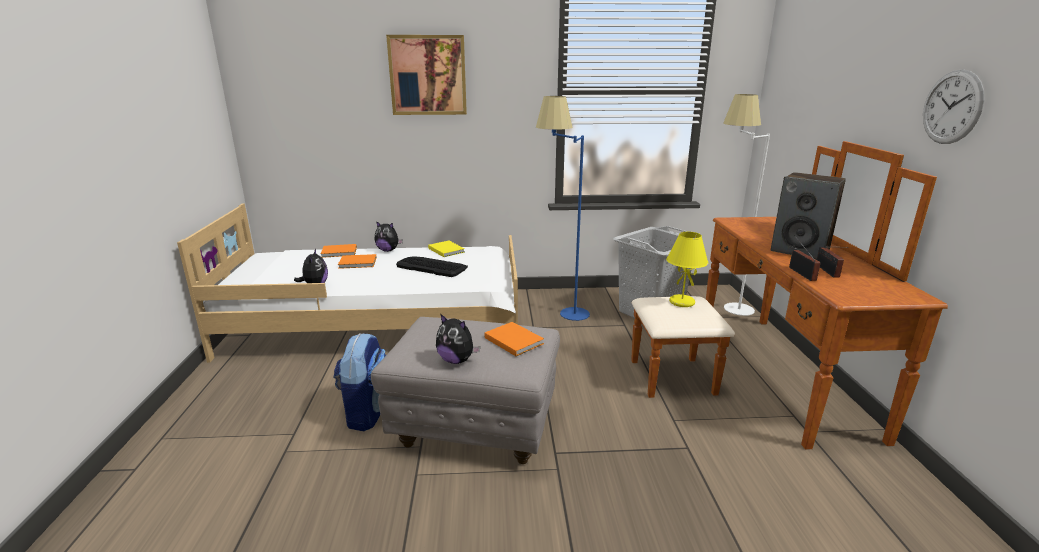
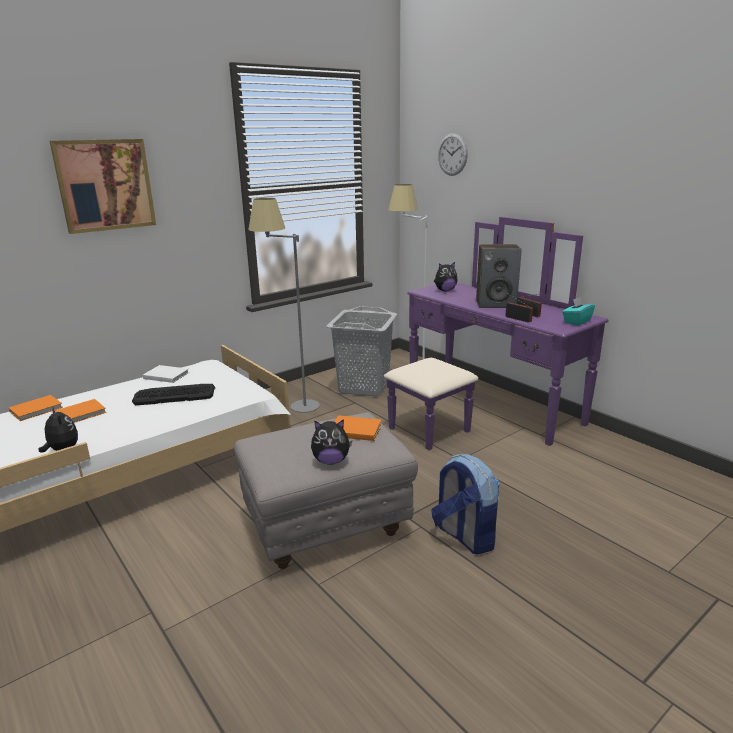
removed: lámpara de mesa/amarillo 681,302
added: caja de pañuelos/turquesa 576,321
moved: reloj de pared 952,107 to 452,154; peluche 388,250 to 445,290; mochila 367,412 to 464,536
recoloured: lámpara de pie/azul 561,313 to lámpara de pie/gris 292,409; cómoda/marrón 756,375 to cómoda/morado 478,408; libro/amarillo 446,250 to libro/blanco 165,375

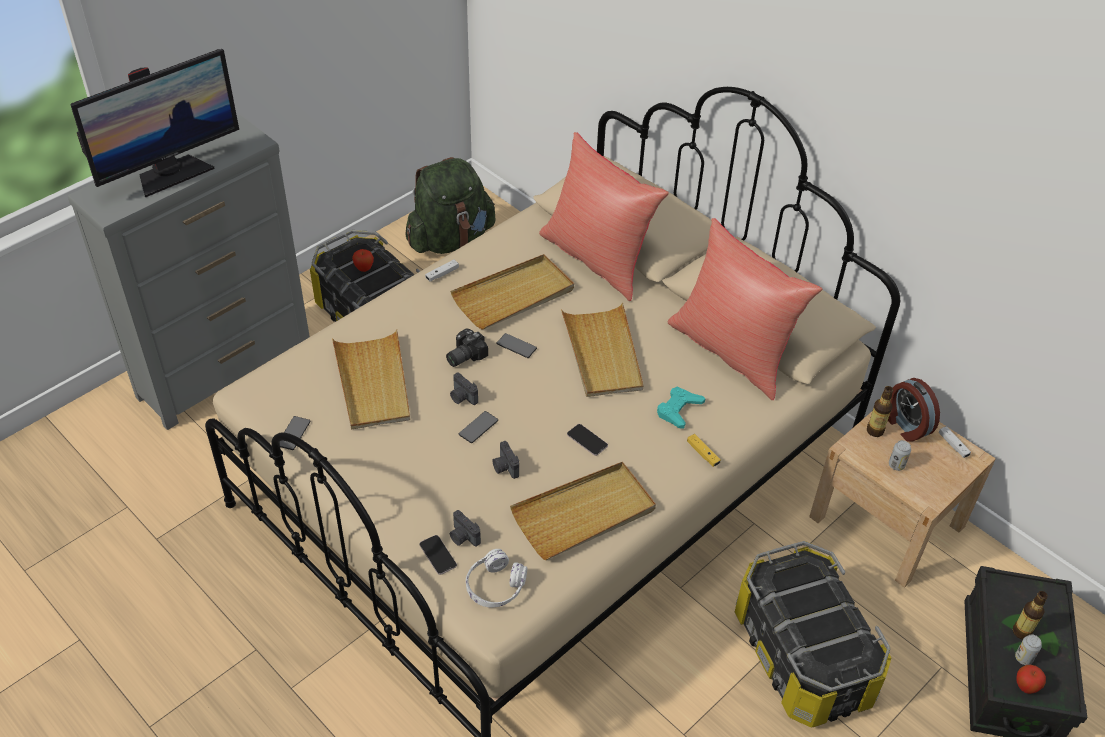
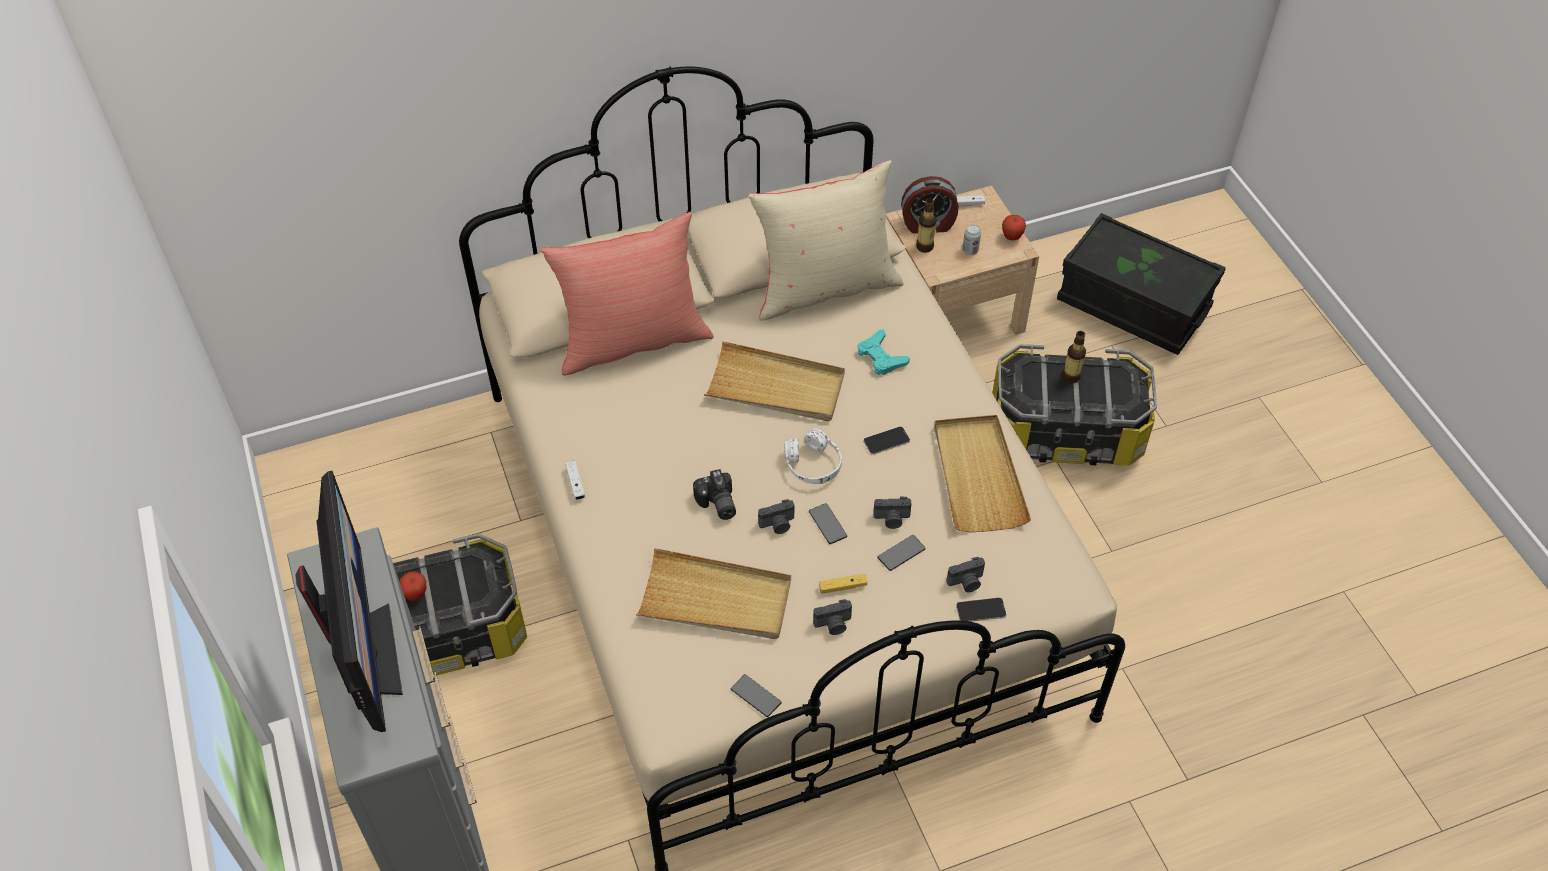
removed: mochila/verde 451,240; bandeja/beis 514,295; lata 1023,658
added: cámara 833,625
moved: móvil 516,346 to 901,553; mando de consola/amarillo 703,454 to 842,587; auriculares/blanco 495,586 to 813,465; botella 1021,632 to 1070,377; manzana 1025,687 to 1011,237
recoloured: cojín/rojo 732,351 to cojín/beis 825,287

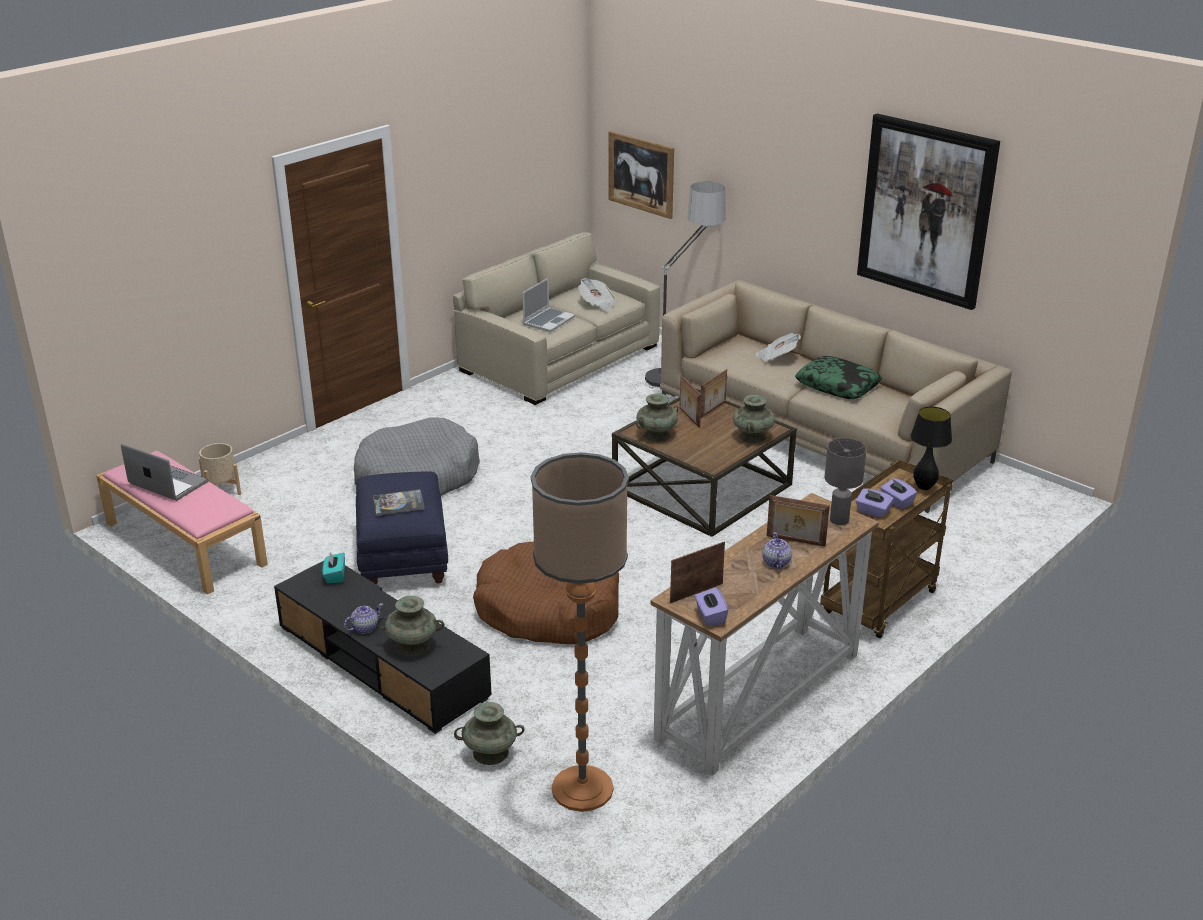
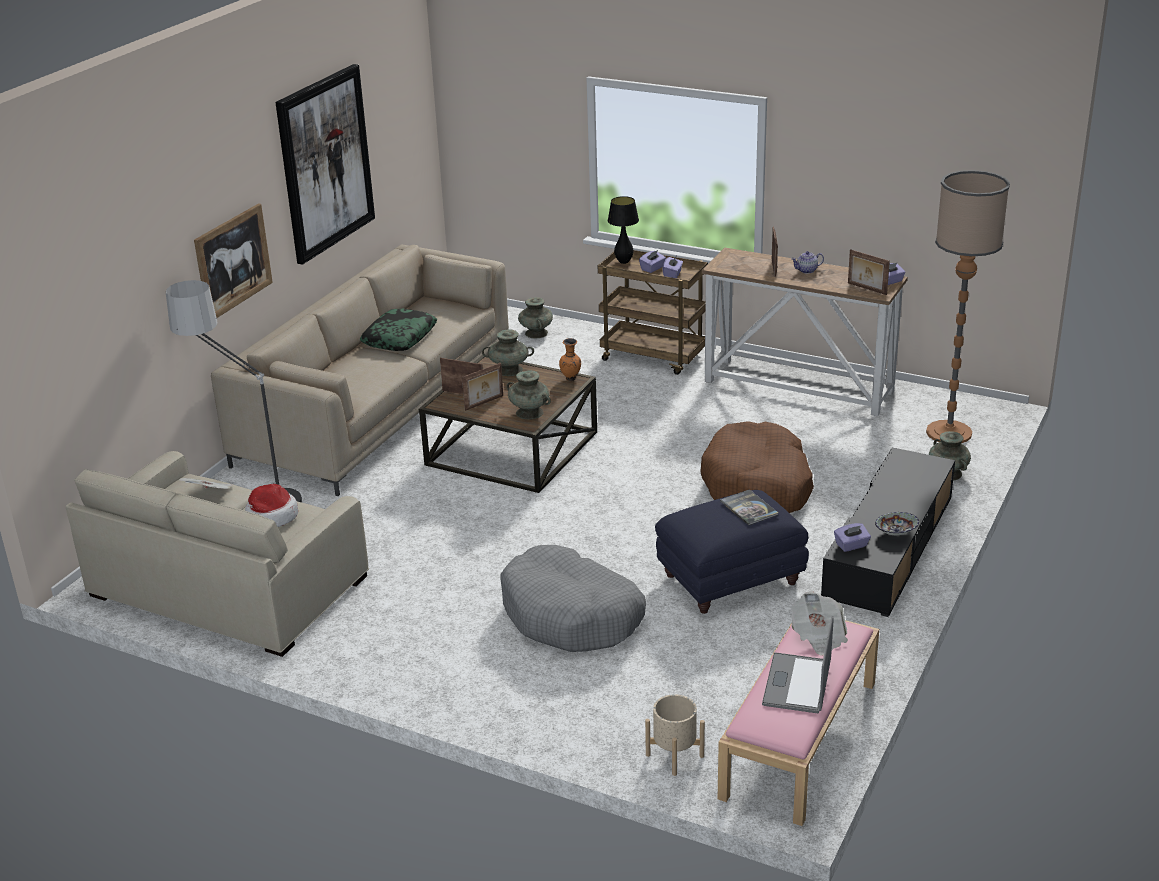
removed: lámpara de mesa/gris 838,520; tetera 365,627
added: florero/naranja 571,379; cuenco 896,533
moved: cuadro 641,174 to 233,261; periódico 776,357 to 818,636; florero/turquesa 412,645 to 536,333
replaced: portátil 548,320 to sombrero 271,517
recoloured: caja de pañuelos/turquesa 335,576 to caja de pañuelos/morado 851,545

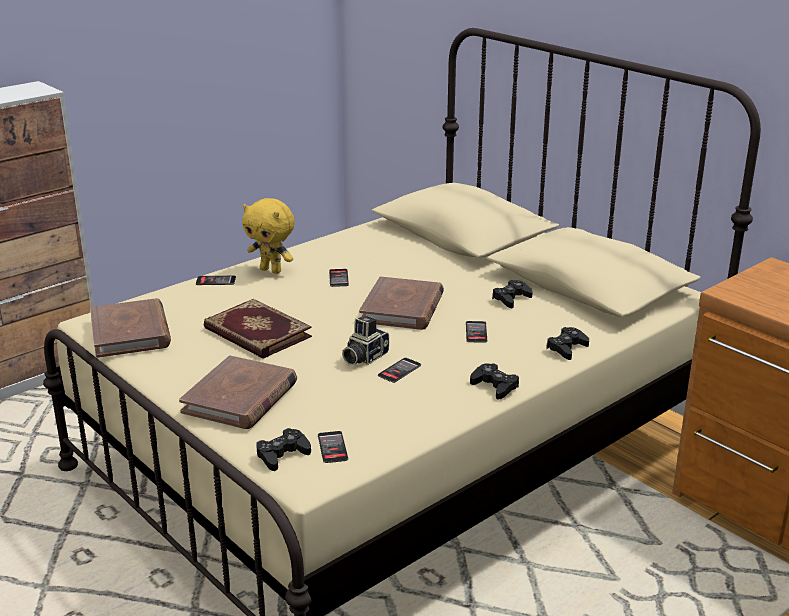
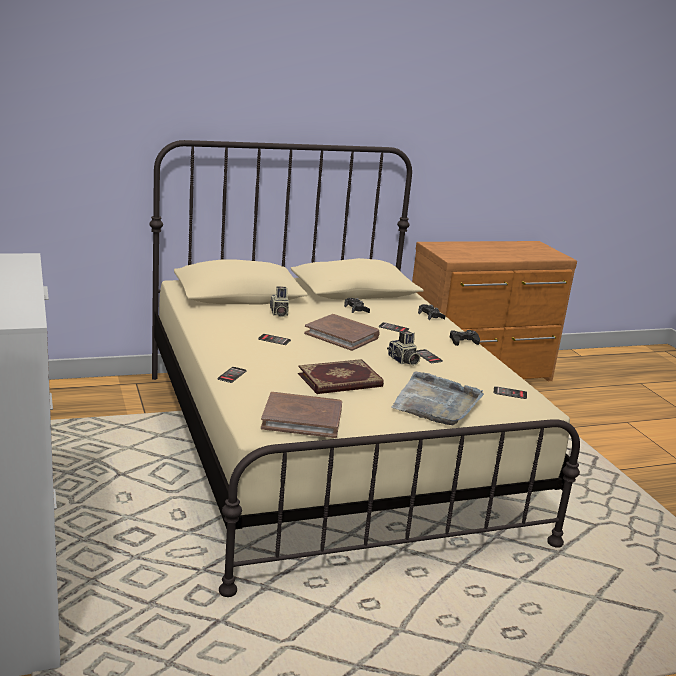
removed: peluche/amarillo 271,270; mando de consola/negro 282,455
added: cámara 278,313
replaced: libro/marrón 240,397 to bandeja/gris 436,403

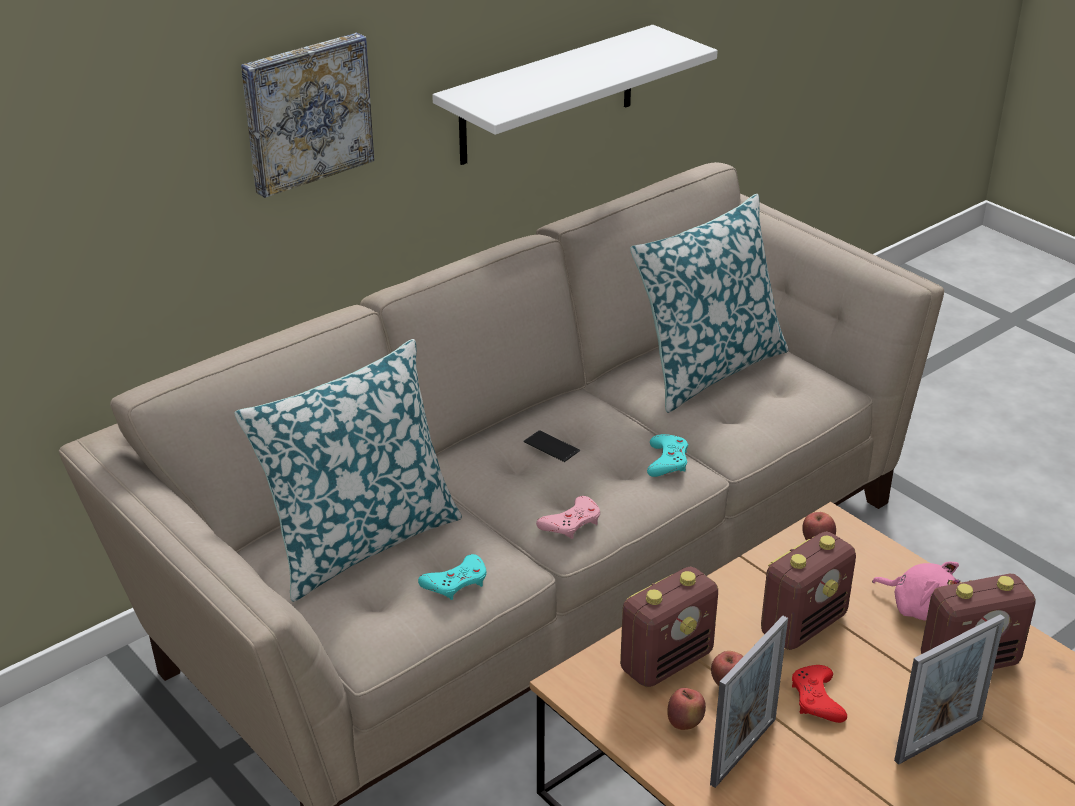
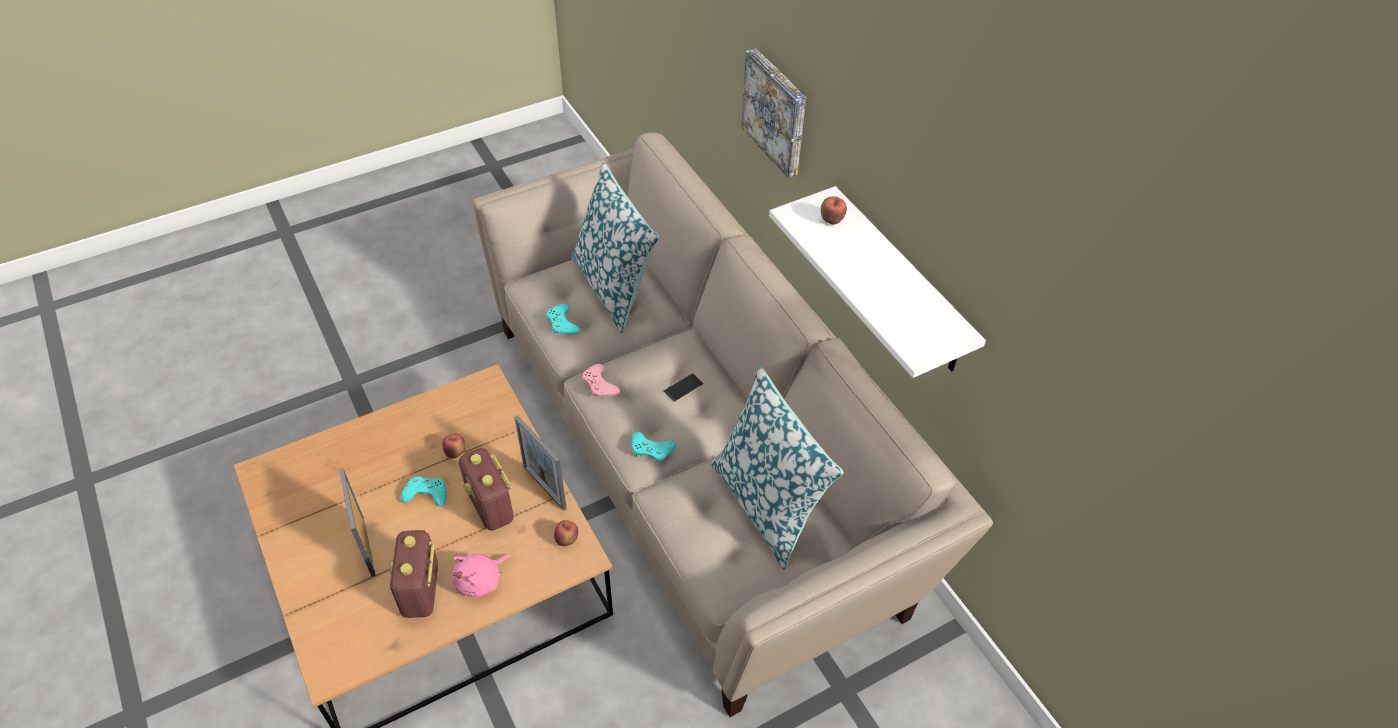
removed: radio 667,661
moved: portarretratos 743,751 to 544,487; manzana 685,723 to 831,221
recoloured: mando de consola/rojo 817,699 to mando de consola/turquesa 426,494

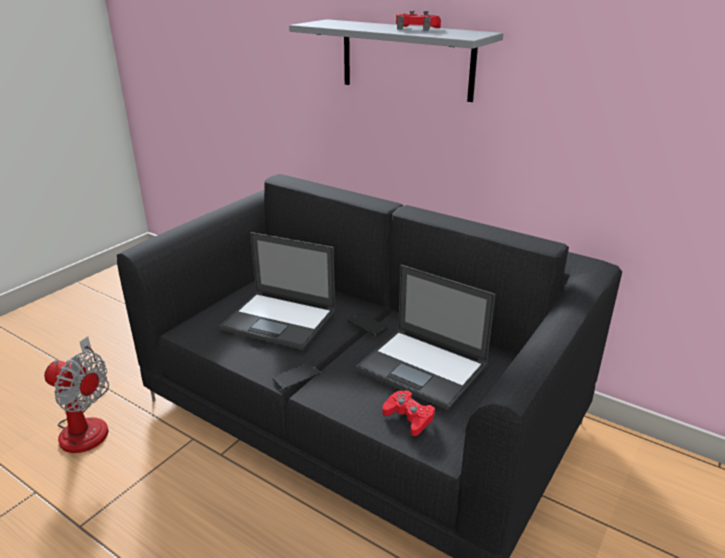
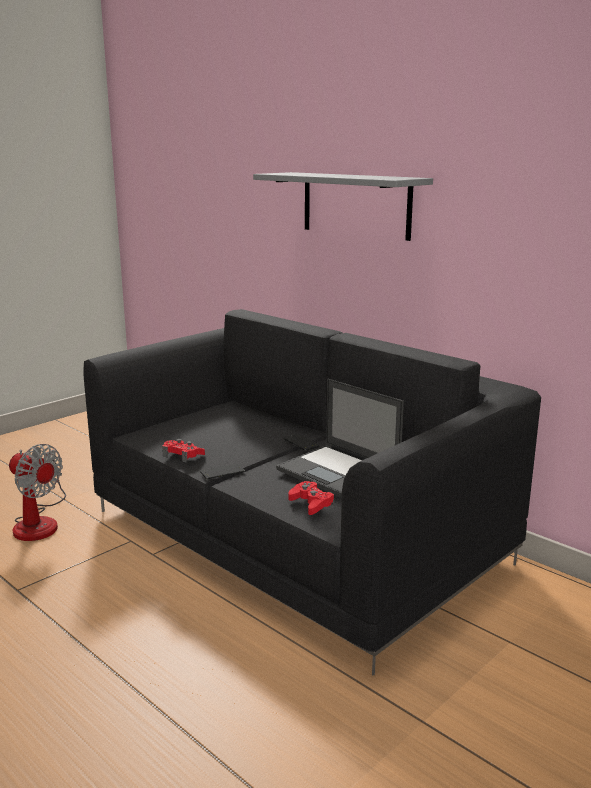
removed: portátil 280,320
moved: mando de consola/rojo 417,29 to 183,455

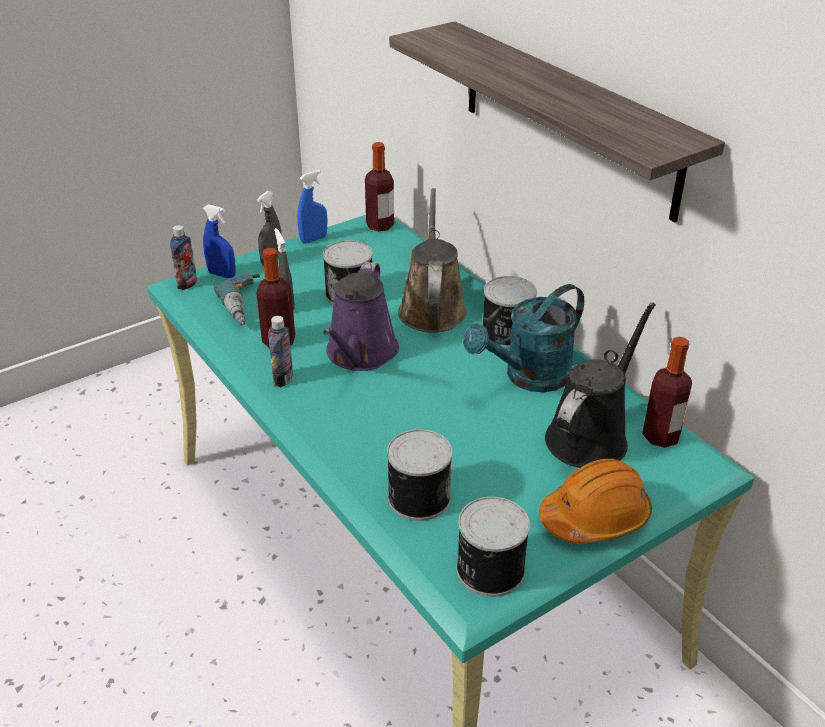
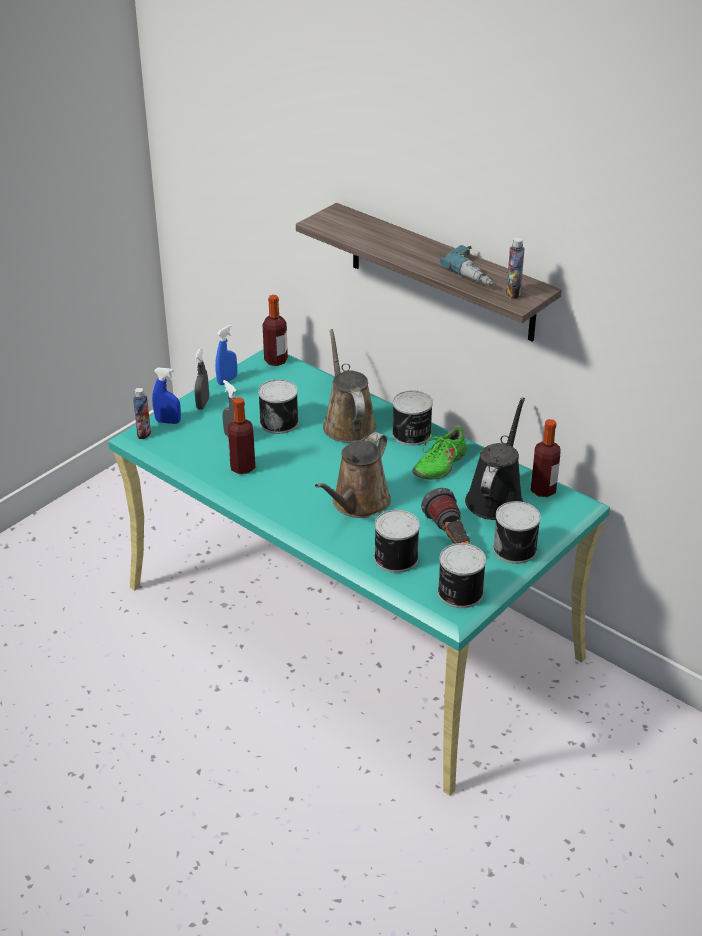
removed: regadera/morado 360,354
added: regadera/marrón 358,504; linterna 450,538
moved: taladro 247,306 to 475,273; botella 283,379 to 513,293
replaced: regadera/turquesa 529,377 to zapato/verde 439,464; casco/naranja 595,517 to lata 516,549

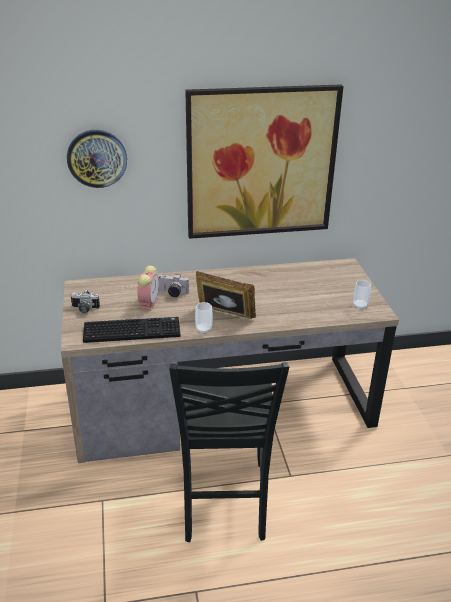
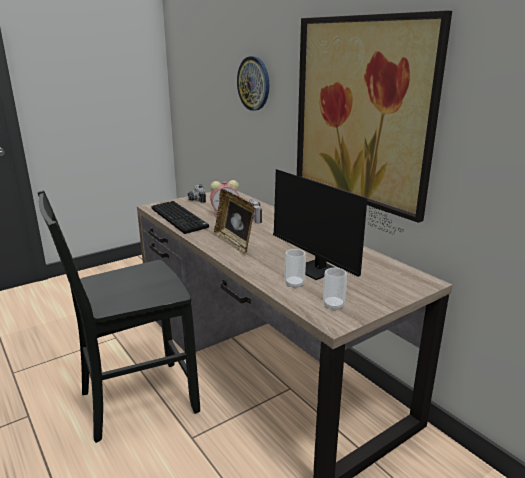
added: monitor 319,272
moved: taza 203,330 to 294,284
turned: portarretratos 224,315 = 234,243 150 degrees clockwise

